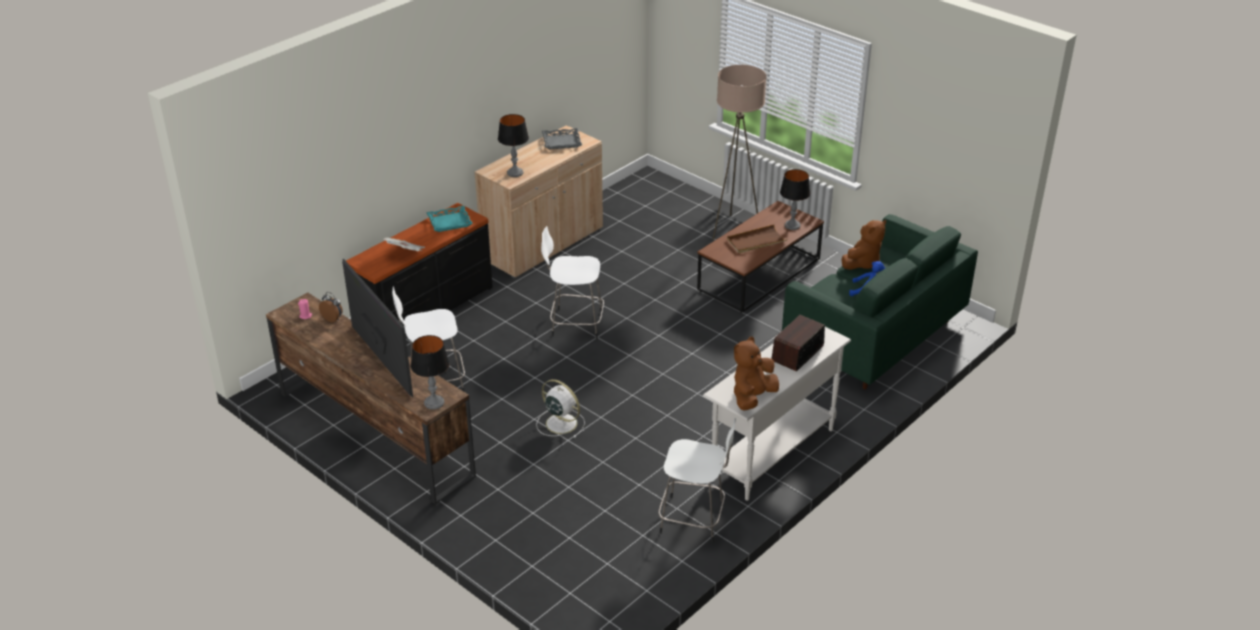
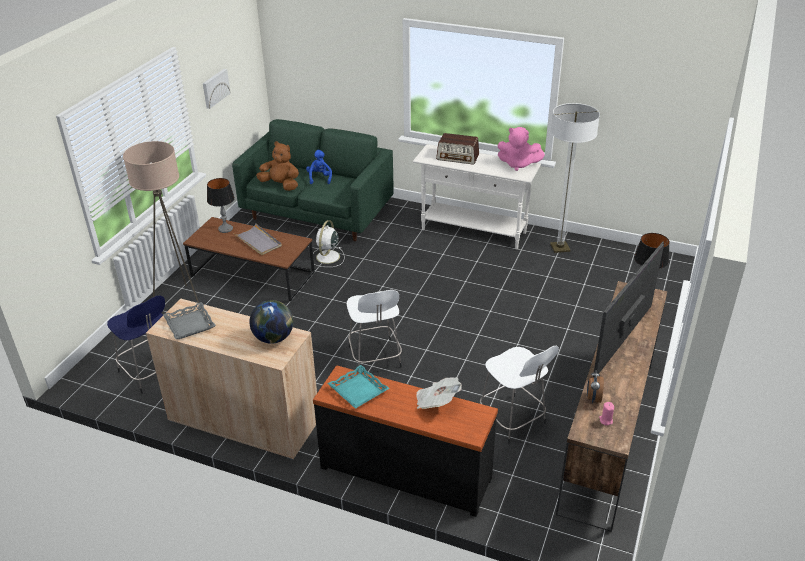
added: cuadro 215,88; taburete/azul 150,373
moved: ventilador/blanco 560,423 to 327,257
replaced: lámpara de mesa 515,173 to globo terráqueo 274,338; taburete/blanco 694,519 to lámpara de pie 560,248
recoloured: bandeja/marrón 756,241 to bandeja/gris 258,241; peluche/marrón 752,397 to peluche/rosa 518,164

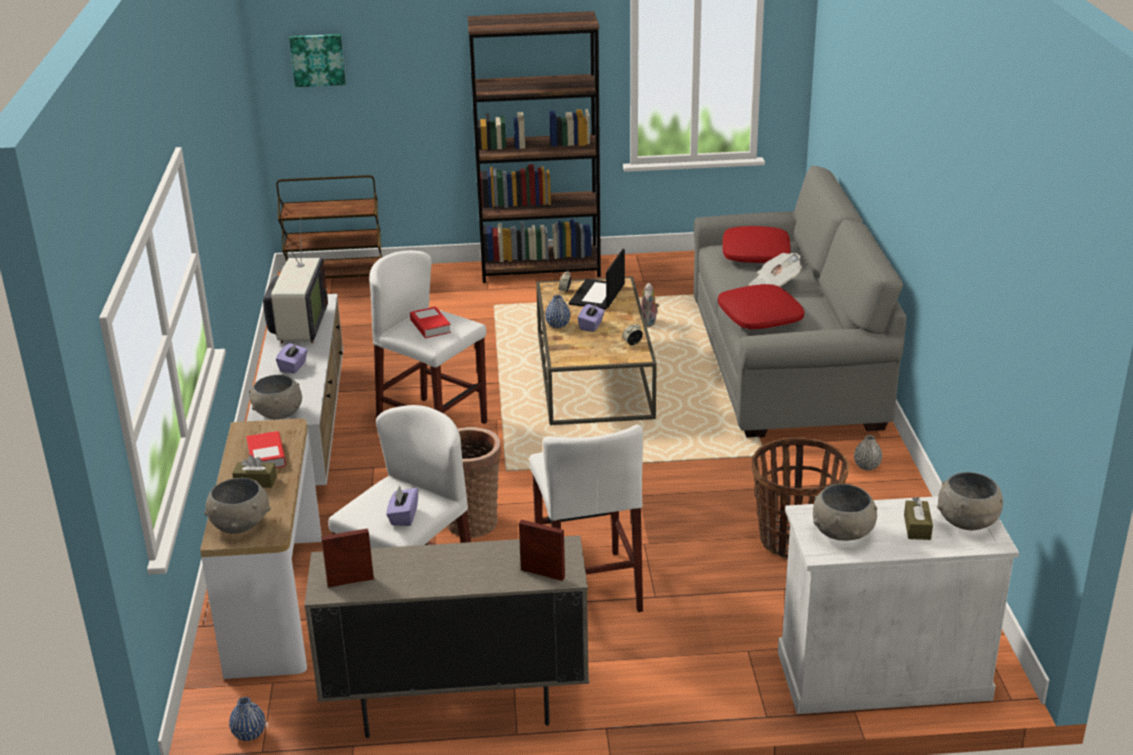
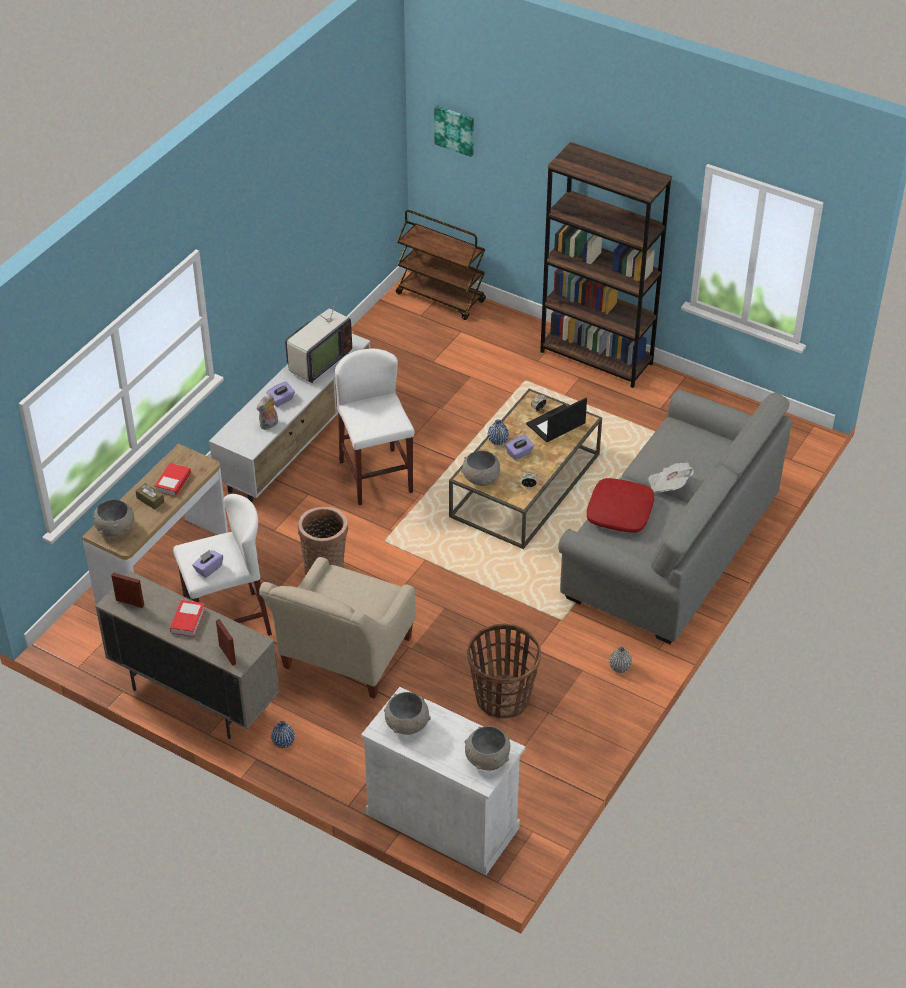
removed: cojín/rojo 756,254; caja de pañuelos/marrón 917,527
moved: peluche 649,323 to 269,425; libro 430,326 to 188,621; cuenco/gris 278,414 to 481,479; florero/azul 249,734 to 283,742
replaced: taburete/blanco 588,587 to sillón/beis 343,659

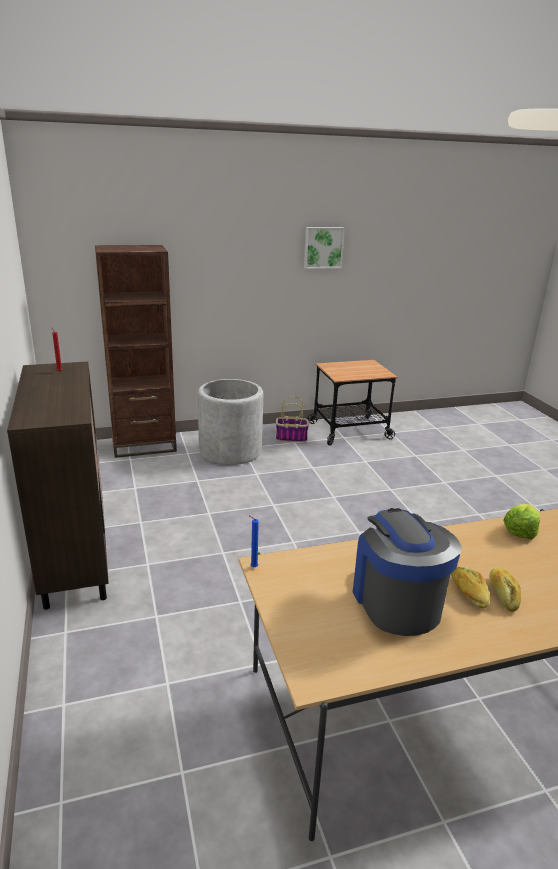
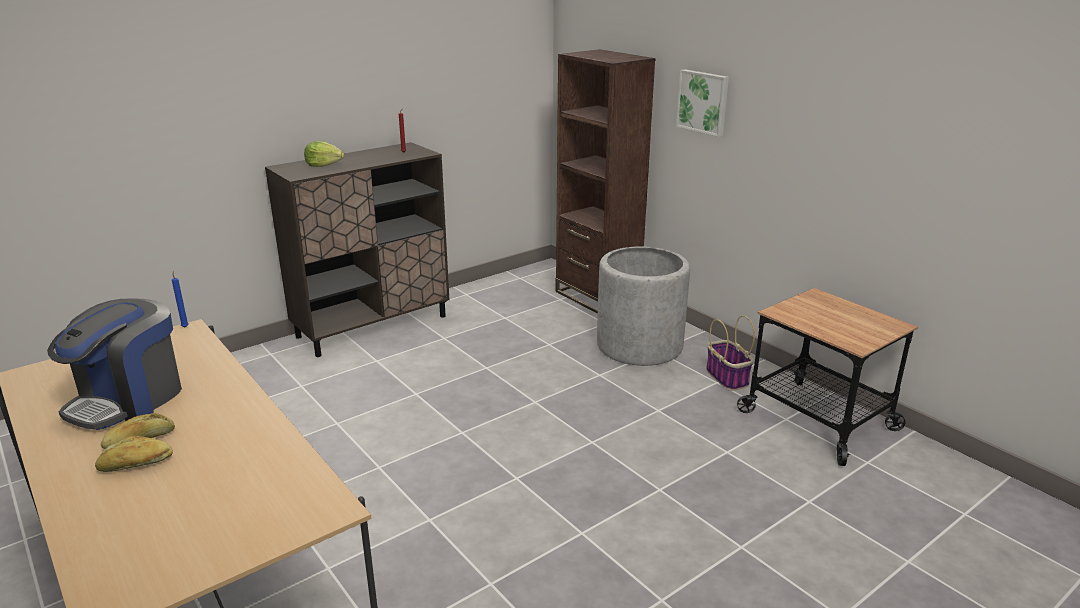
moved: cuadro 323,247 to 703,102; lechuga 520,531 to 324,165
turned: cafetera 396,601 = 128,400 150 degrees clockwise

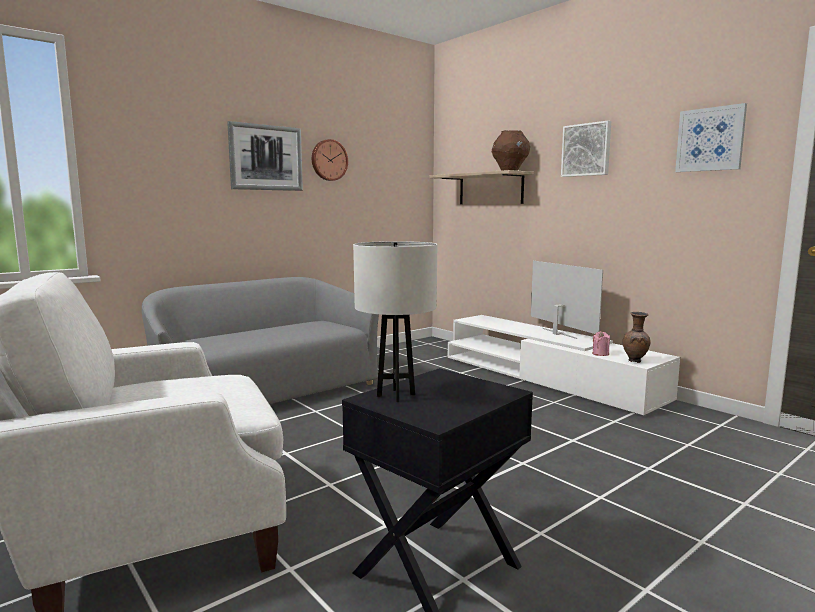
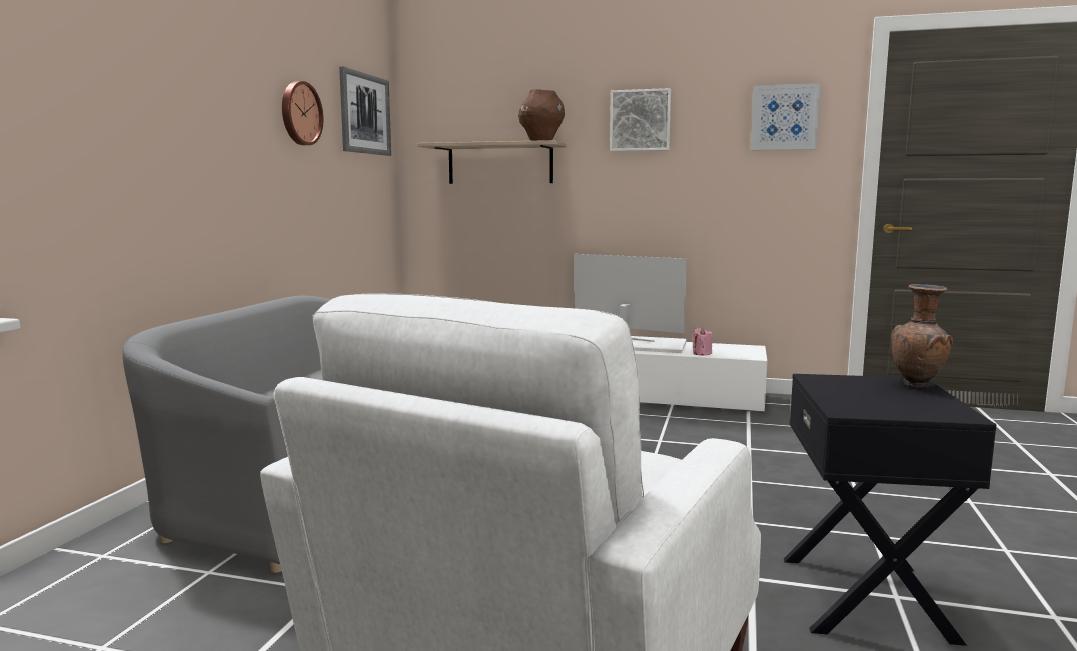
removed: lámpara de mesa/blanco 396,395
moved: cuadro 266,157 to 365,114; florero/marrón 635,361 to 918,386

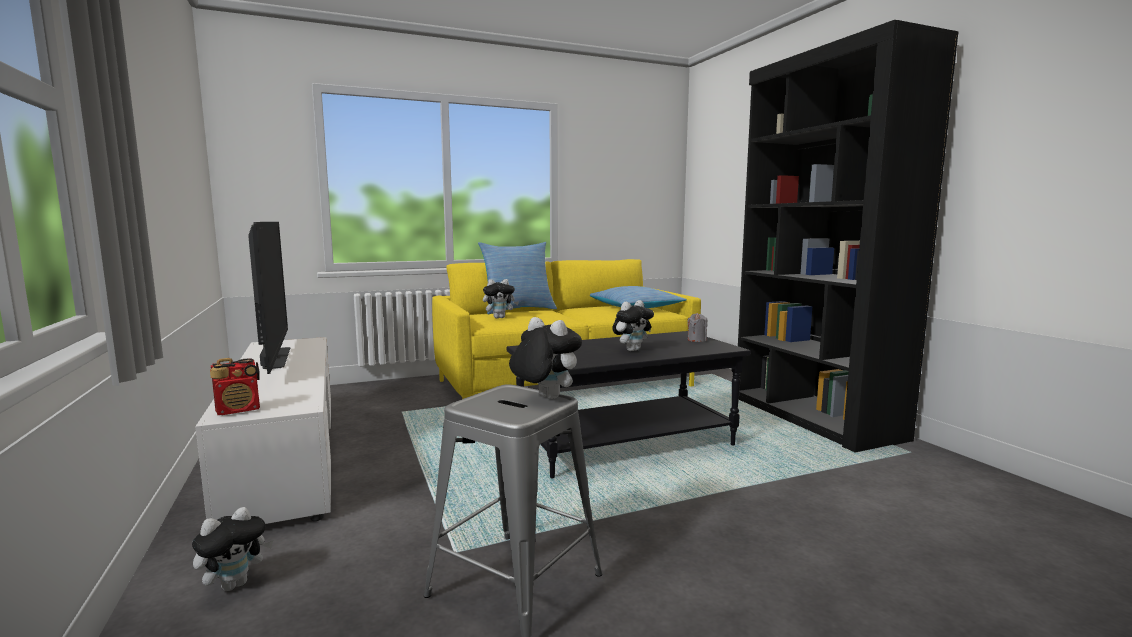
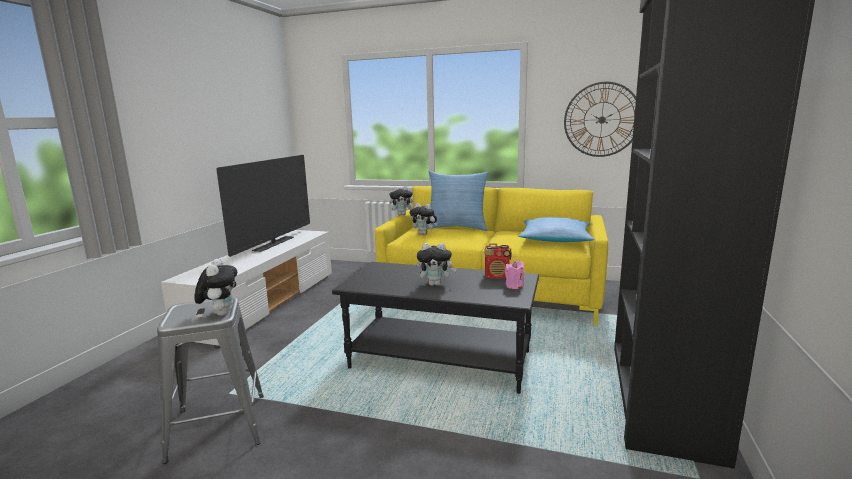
added: reloj de pared 601,119
moved: radio 239,410 to 497,276; peluche 235,584 to 402,215
recoloured: vela/gris 697,340 to vela/rosa 514,286

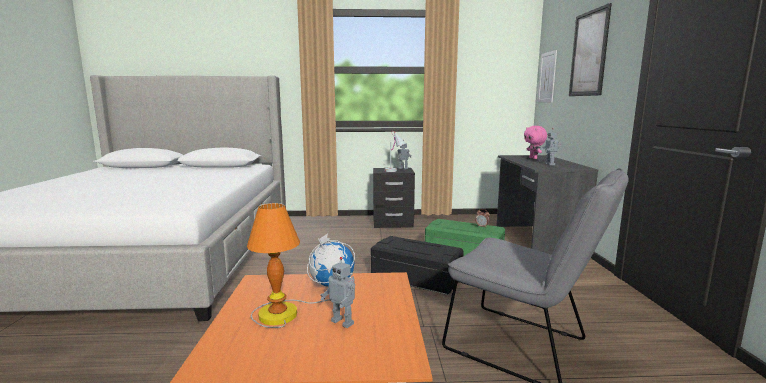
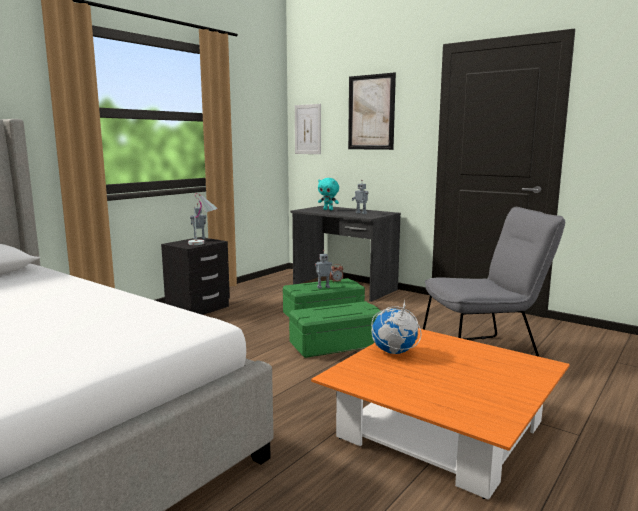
removed: lámpara de mesa 281,313
moved: robot de juguete 343,322 to 323,287
recoloured: peluche/rosa 533,158 to peluche/turquesa 328,209; caja de almacenaje/negro 416,278 to caja de almacenaje/verde 337,344

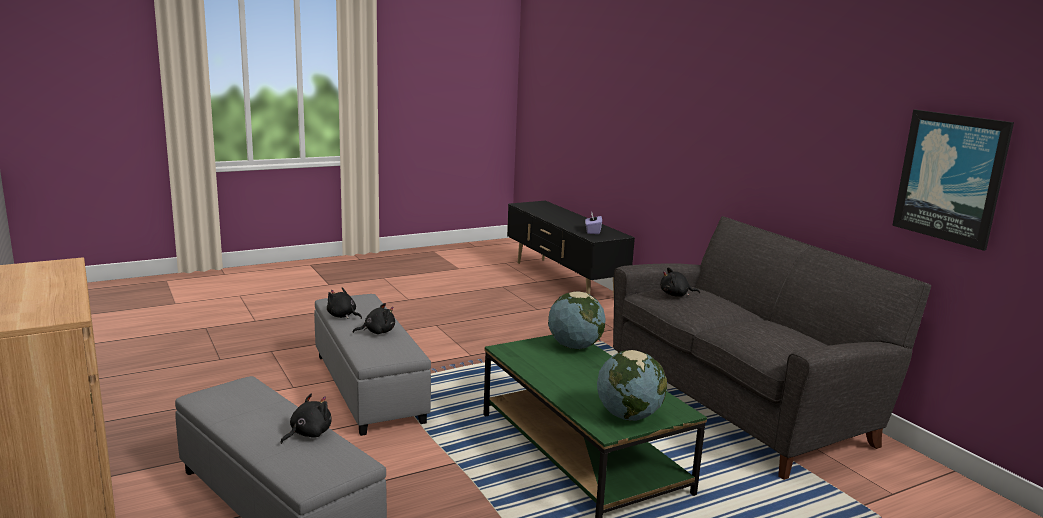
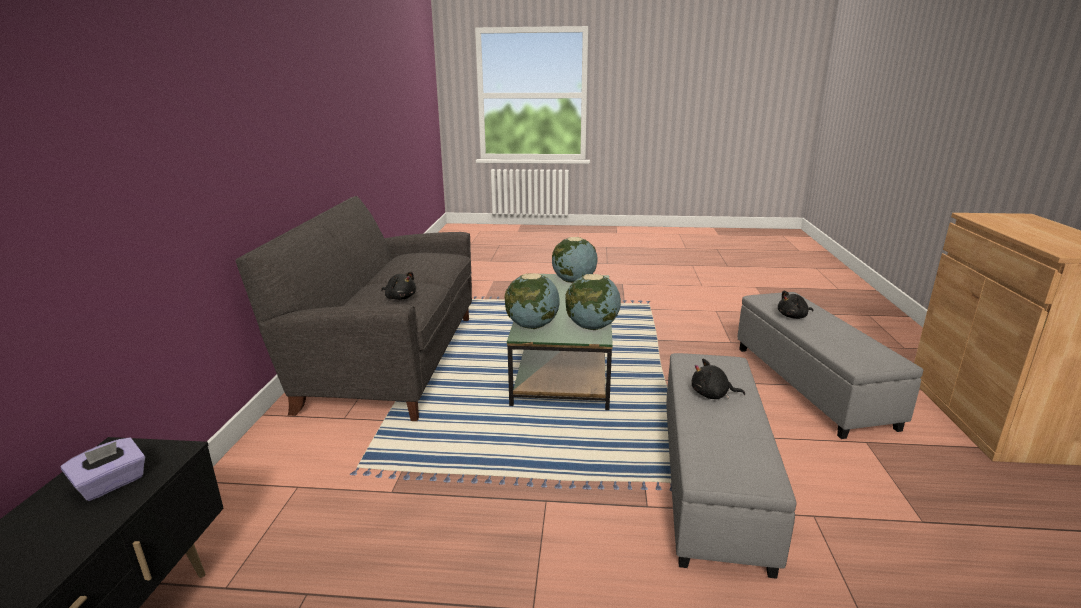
removed: cuadro 951,177; peluche/negro 343,316
added: globo terráqueo 592,327

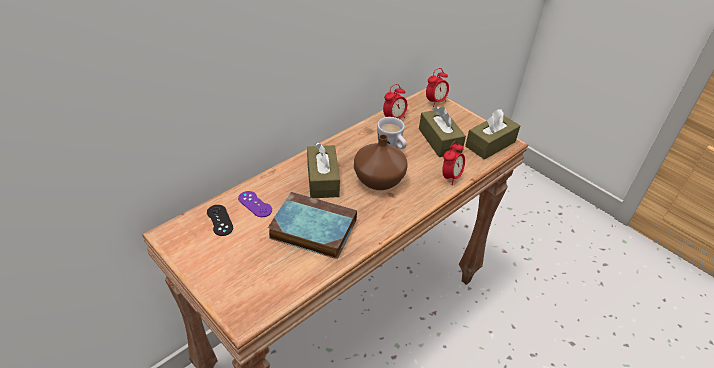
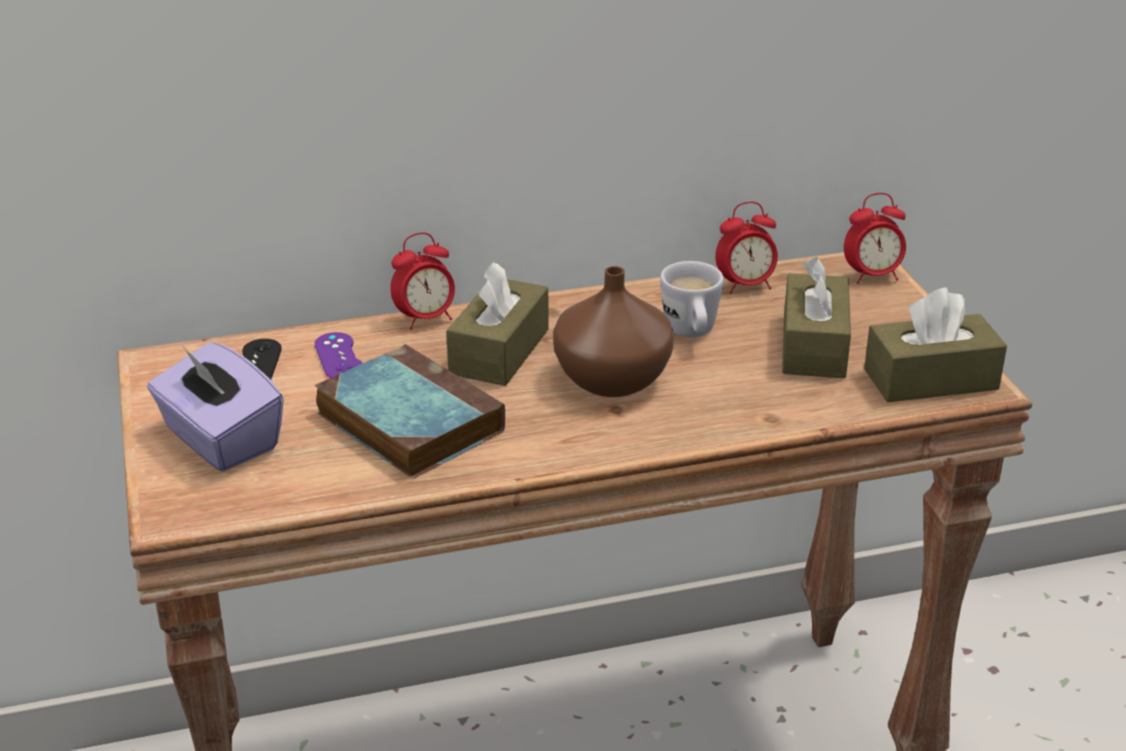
added: caja de pañuelos/morado 220,440
moved: despertador 450,177 to 425,319

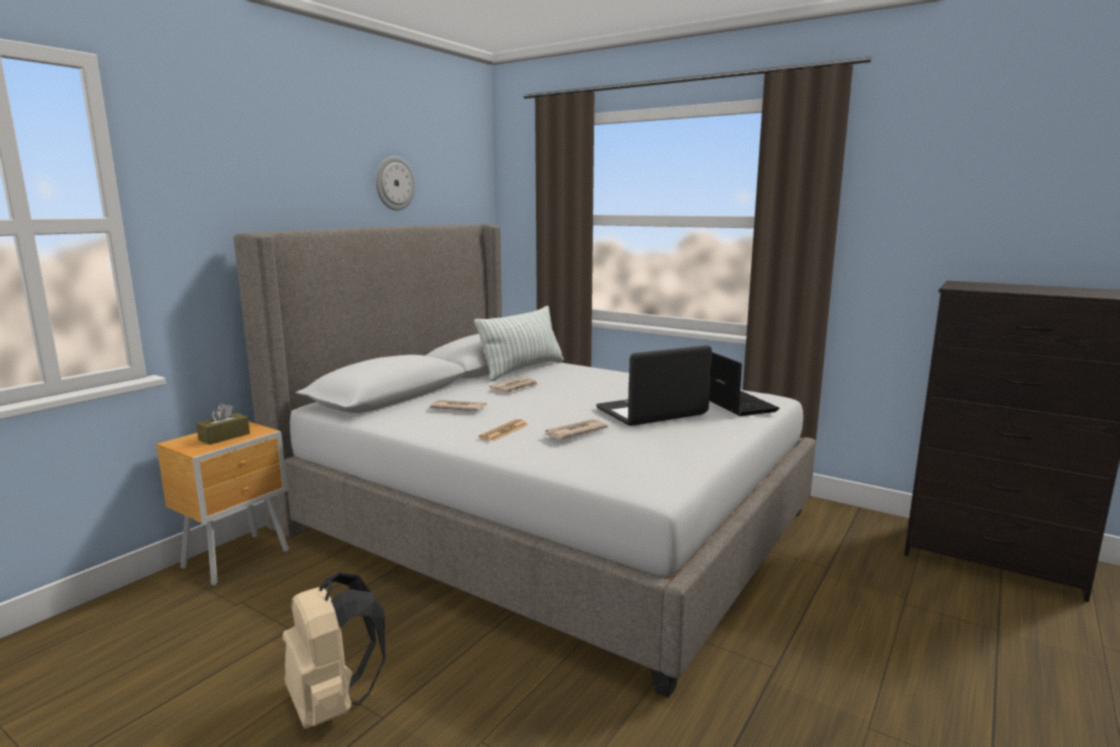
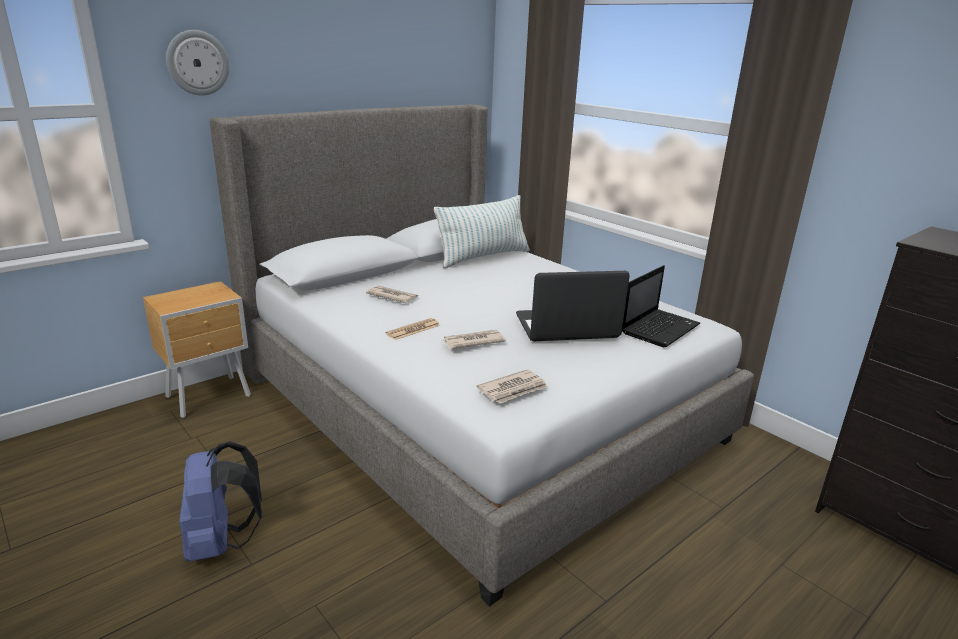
removed: caja de pañuelos/marrón 224,437
moved: reloj de pared 394,183 to 197,63; periódico 515,387 to 513,389
recoloured: mochila/beis 333,704 to mochila/azul 221,543
turned: portátil 734,403 = 660,328 45 degrees clockwise

